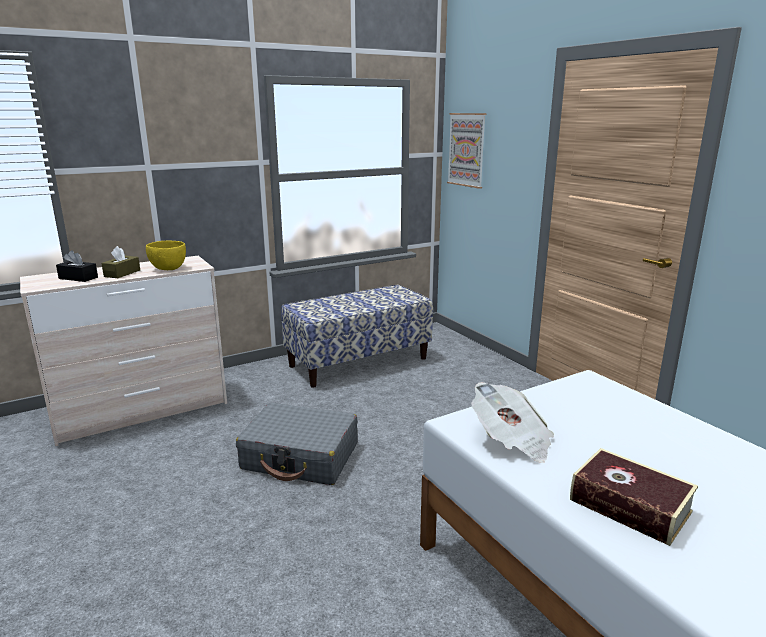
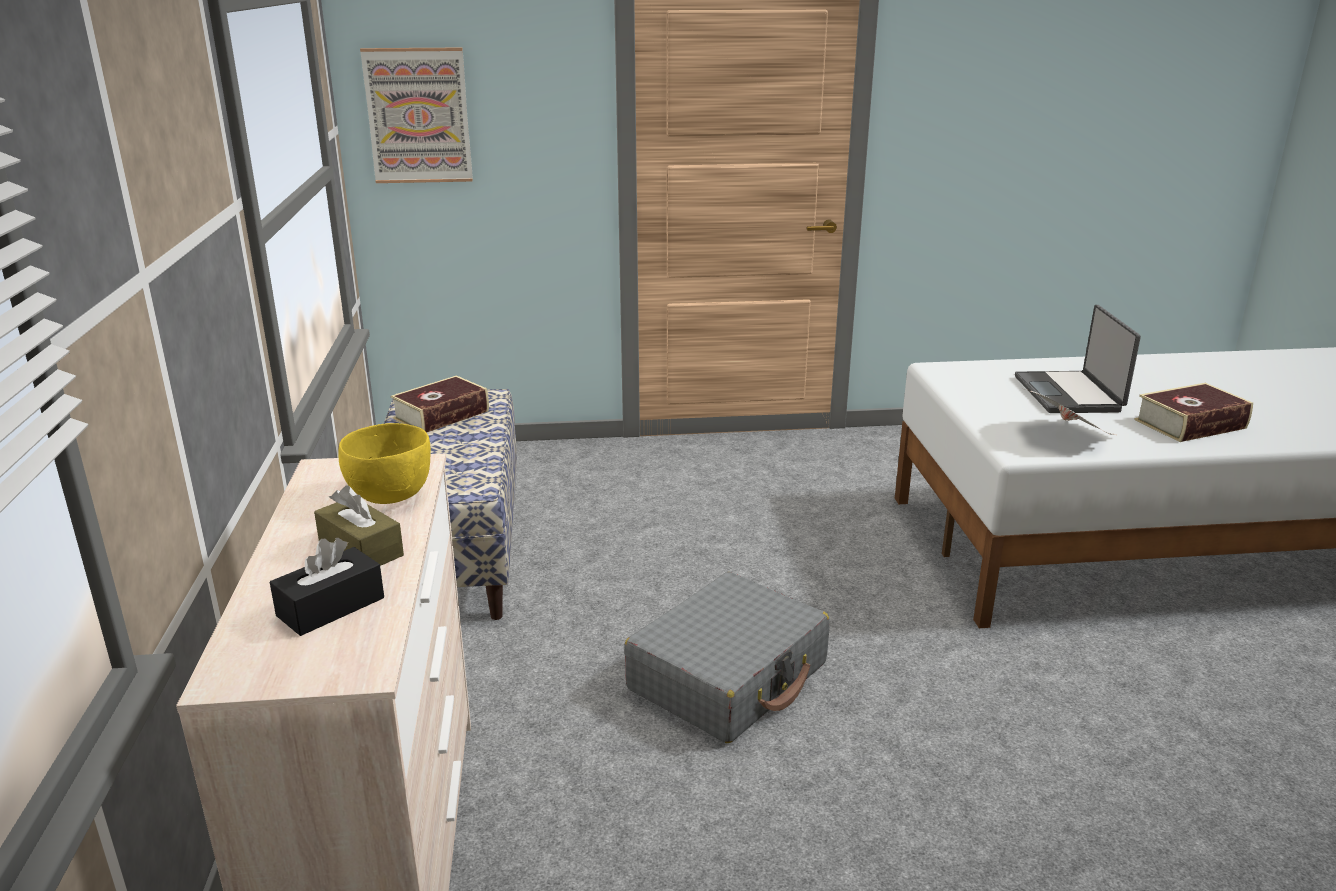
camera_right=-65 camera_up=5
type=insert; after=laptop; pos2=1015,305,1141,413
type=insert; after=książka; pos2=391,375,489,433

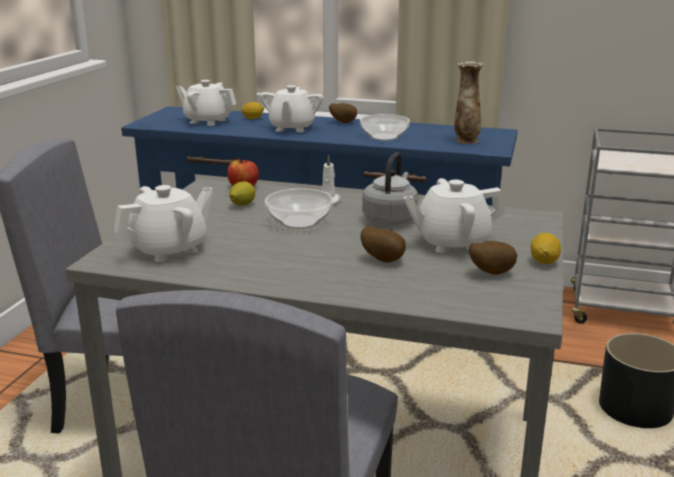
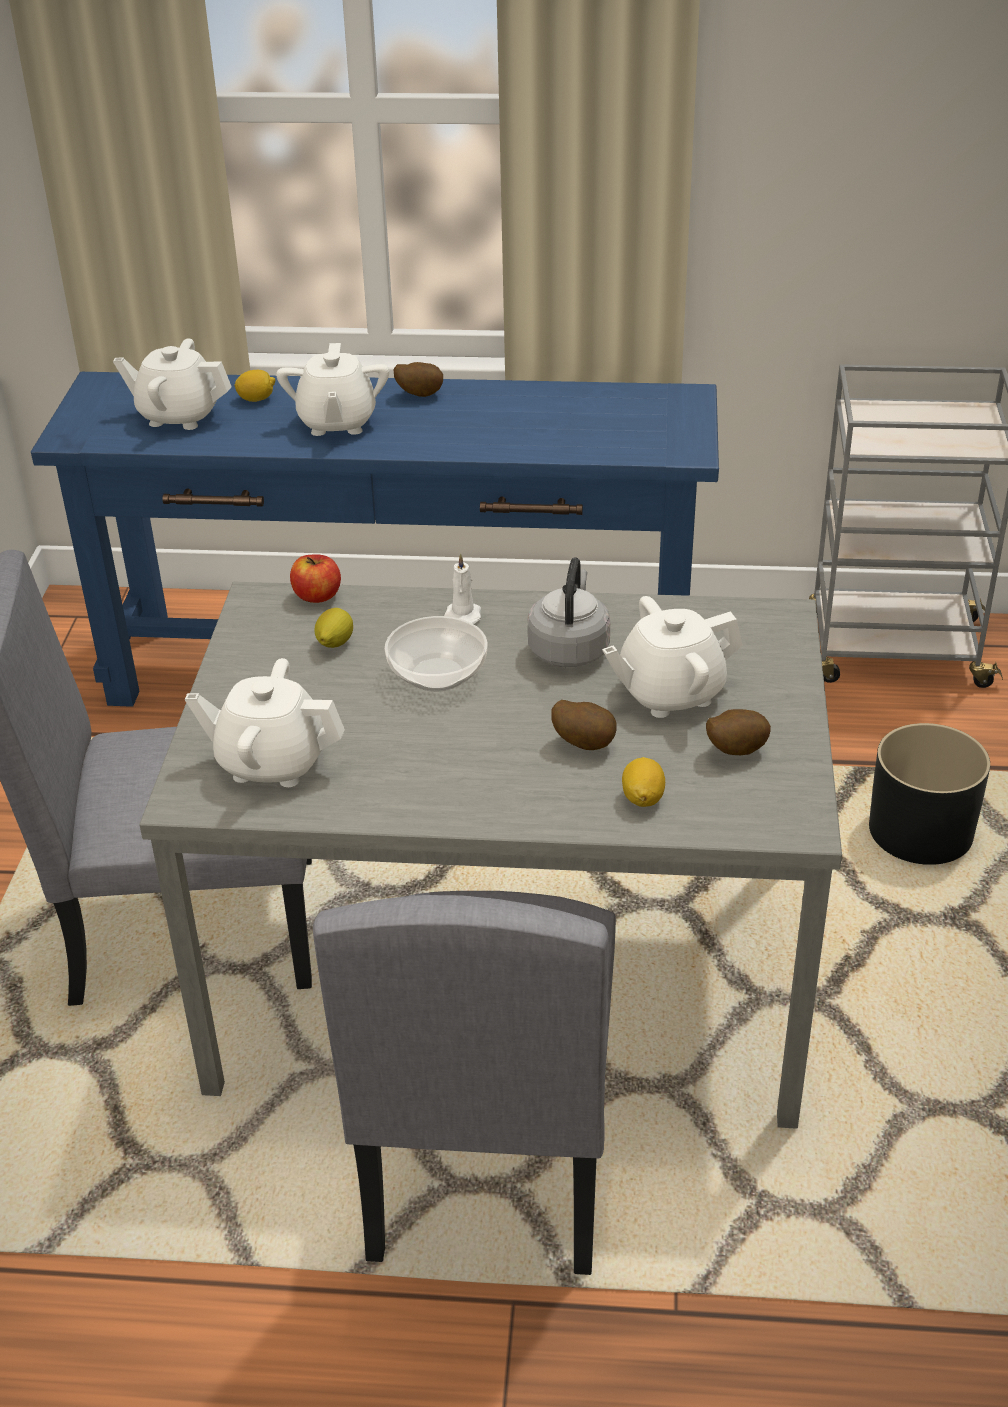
camera_right=-10 camera_up=15
type=delete; before=wazon; pos1=454,61,484,144
type=delete; before=miska; pos1=360,114,410,141
type=rotate; before=imbryk/biały; pos1=114,185,213,262; pos2=185,658,345,787; turn=-120
type=move; before=cytryna; pos1=531,233,561,264; pos2=622,757,665,807

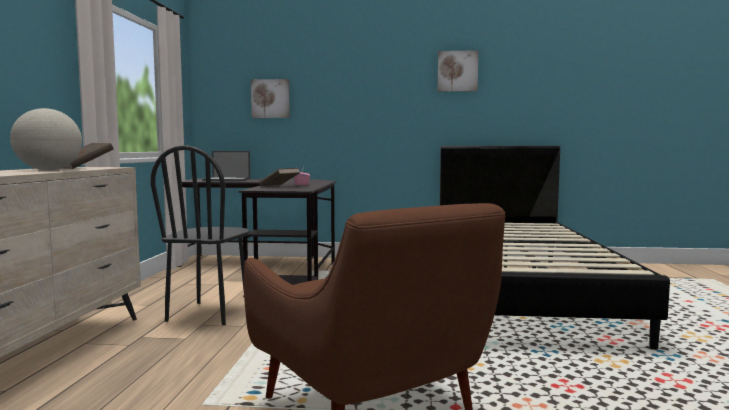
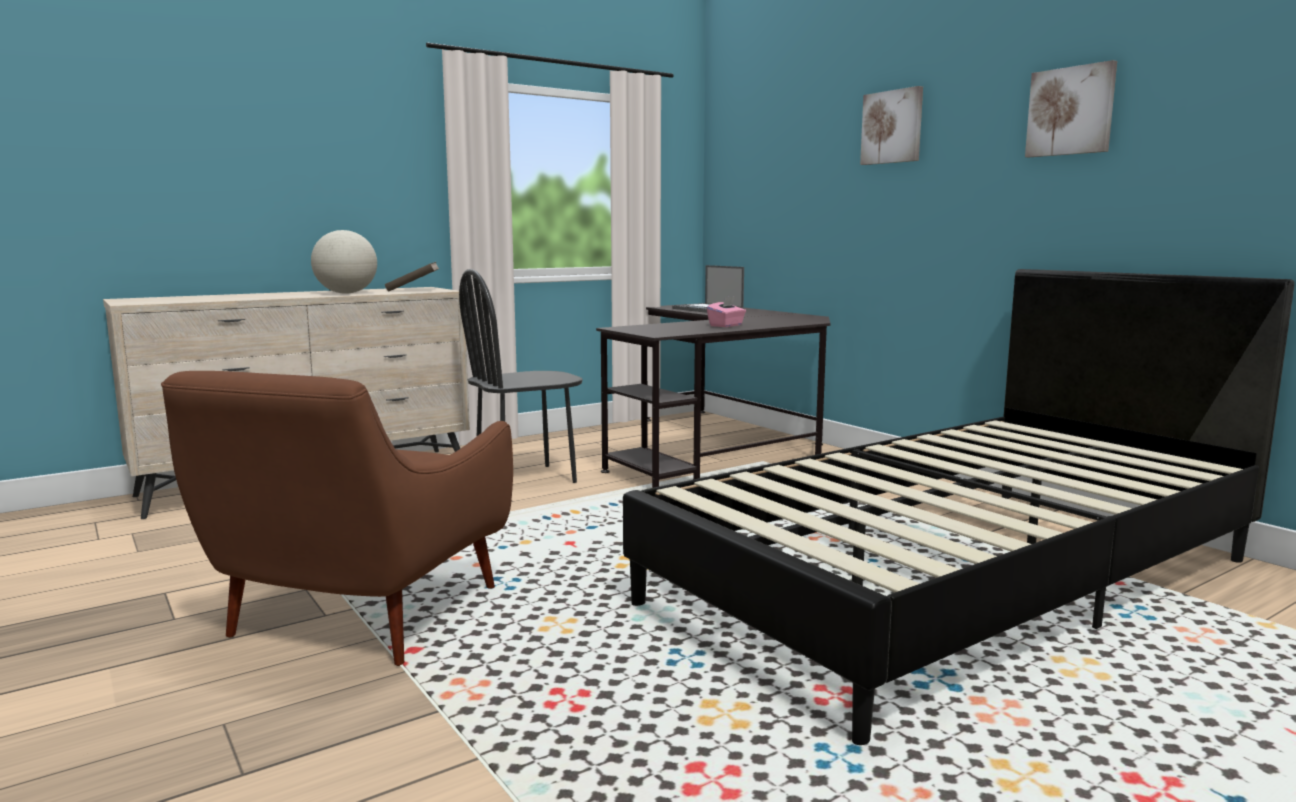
camera_right=50 camera_up=5
type=move; before=obraz; pos1=251,79,290,118; pos2=860,86,923,165
type=delete; before=książka/brązowy; pos1=259,168,300,186

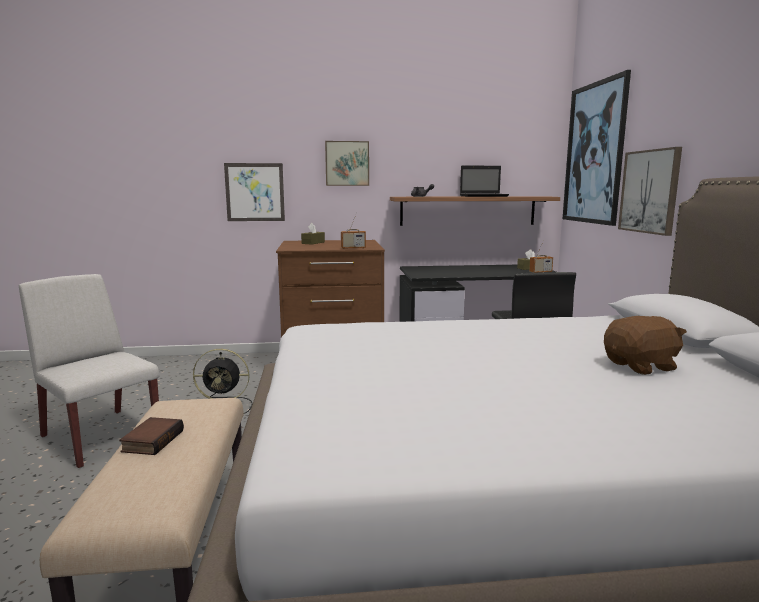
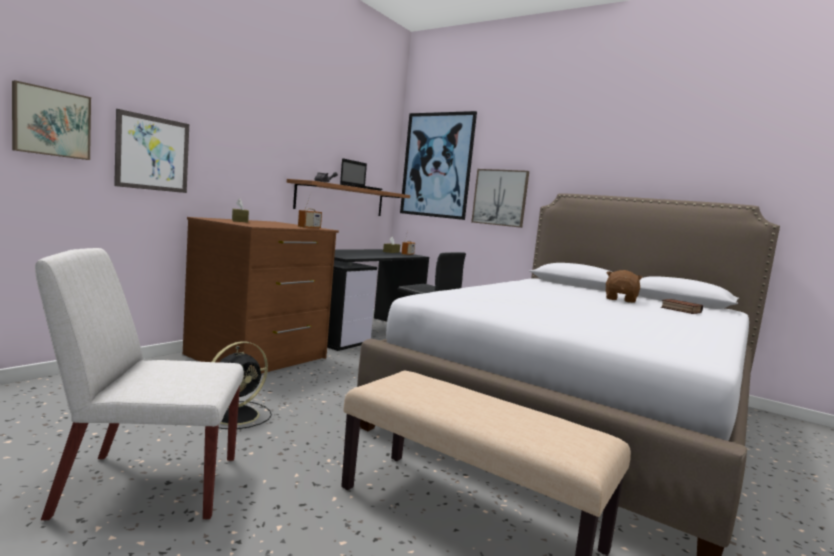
camera_right=-50 camera_up=-5
type=move; before=obraz; pos1=325,141,369,186; pos2=12,80,91,160
type=move; before=książka; pos1=119,417,184,455; pos2=661,299,703,314

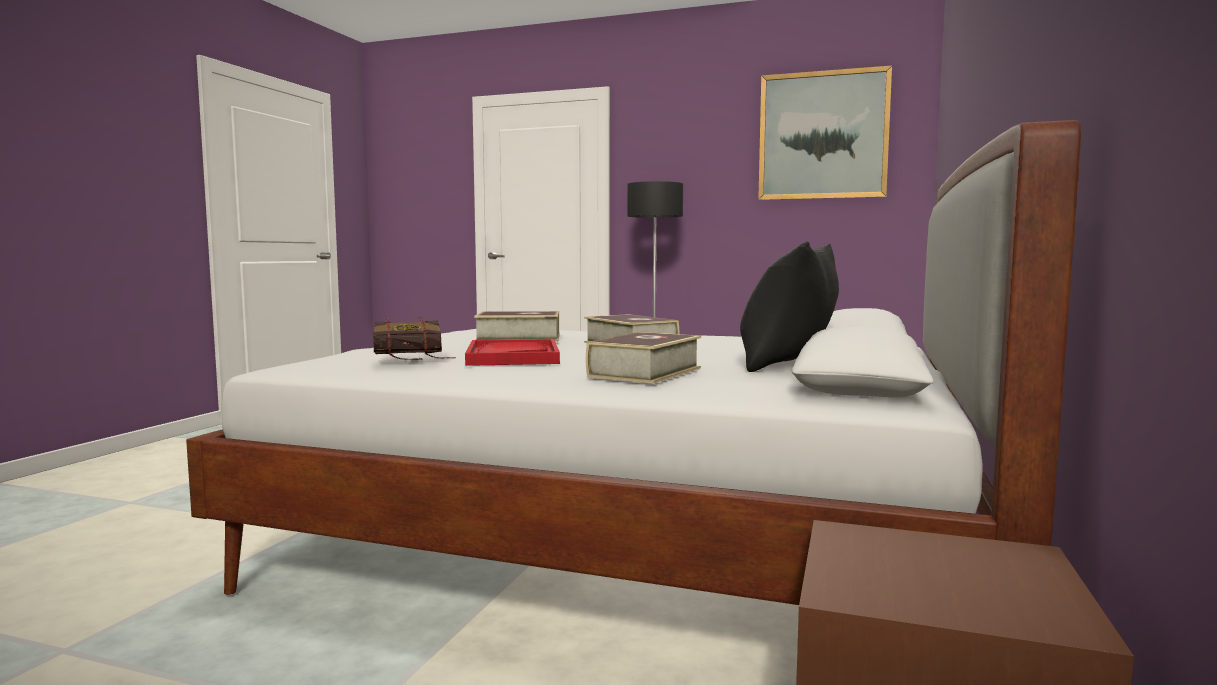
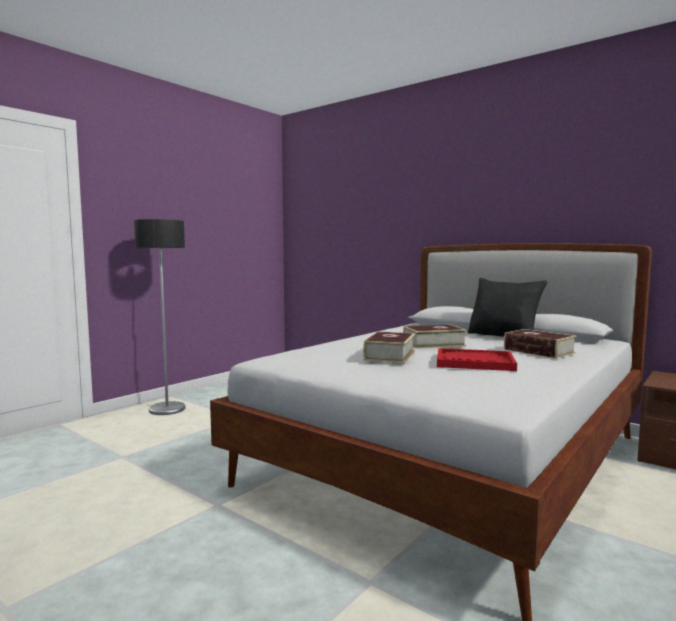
camera_right=-70 camera_up=0
type=delete; before=obraz; pos1=758,66,892,200
type=delete; before=książka; pos1=373,317,456,360

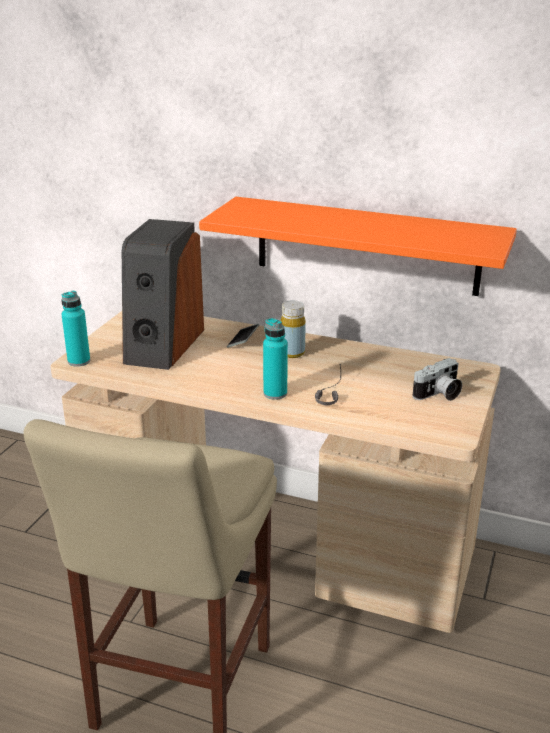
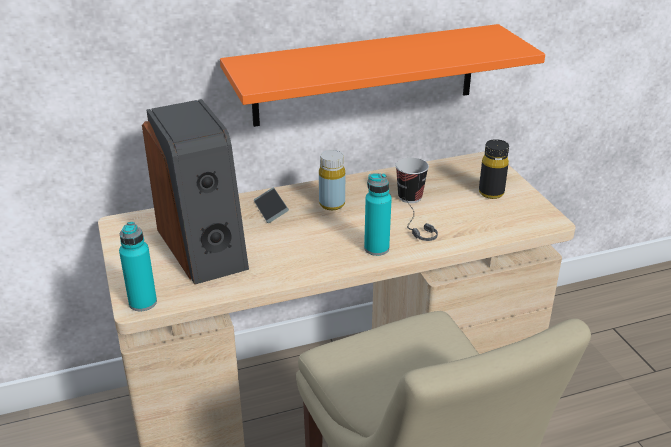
camera_right=-40 camera_up=5
type=replace; before=aparat fotograficzny; after=butelka/czarny; pos1=412,358,462,401; pos2=479,139,509,199
type=insert; after=filiżanka; pos2=395,158,429,203

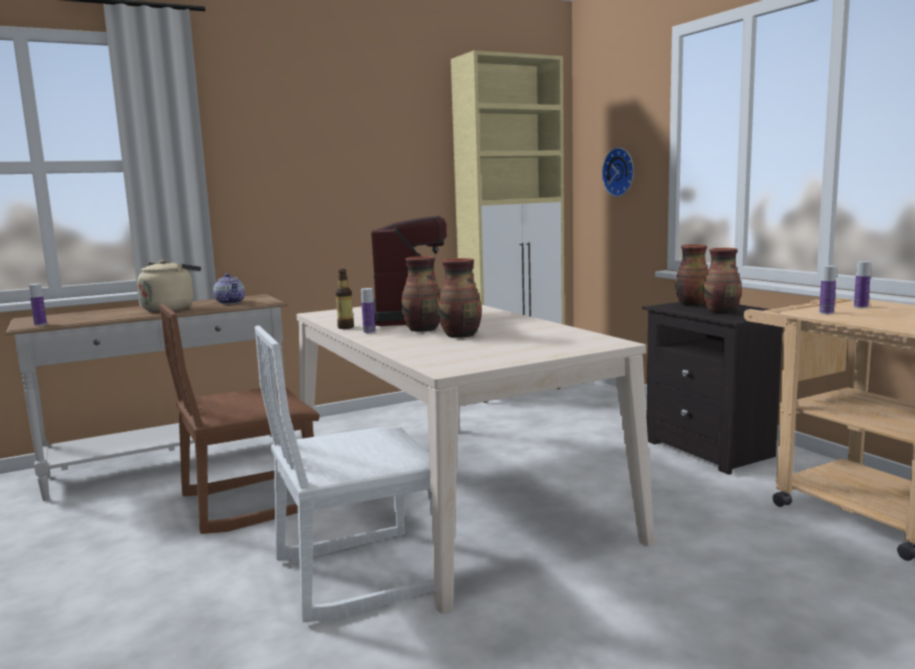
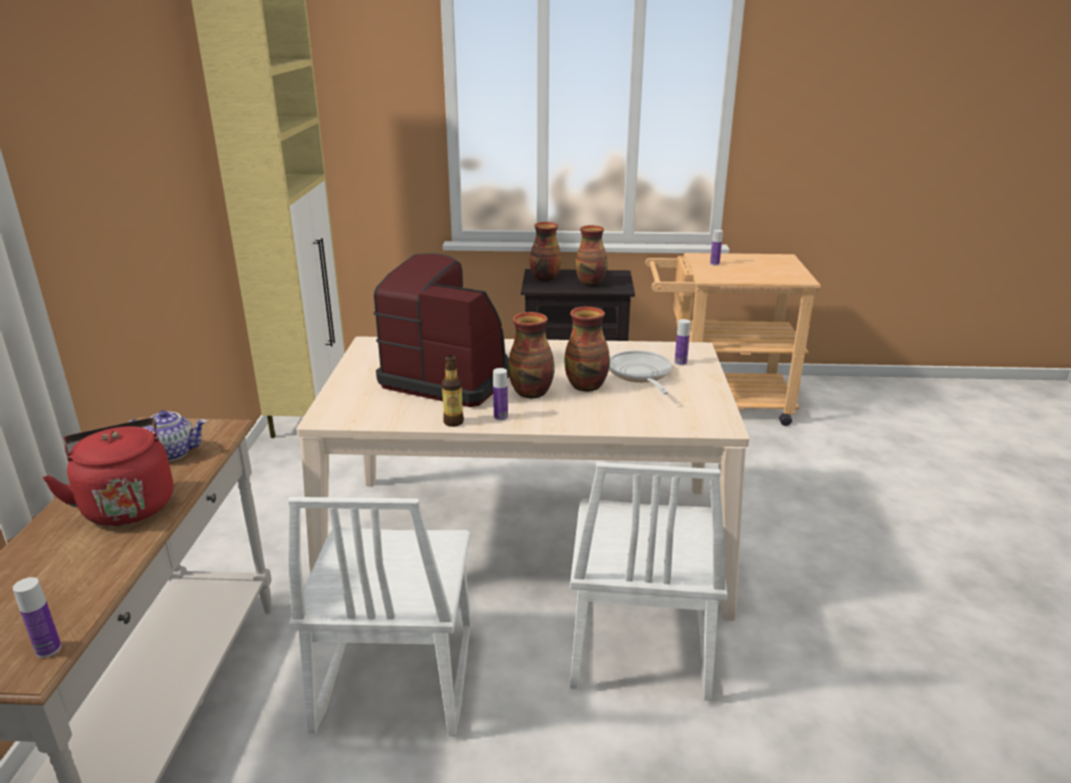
camera_right=-60 camera_up=15
type=delete; before=zegar ścienny; pos1=602,148,634,197
type=recolor; before=czajnik/beżowy; after=czajnik/czerwony; pos1=137,260,201,312; pos2=42,418,173,526
type=move; before=butelka; pos1=819,266,836,314; pos2=674,319,690,365
type=recolor; before=krzesło/brązowy; after=krzesło/biały; pos1=160,303,320,534; pos2=288,497,471,737
type=insert; after=patelnia; pos2=609,350,672,394

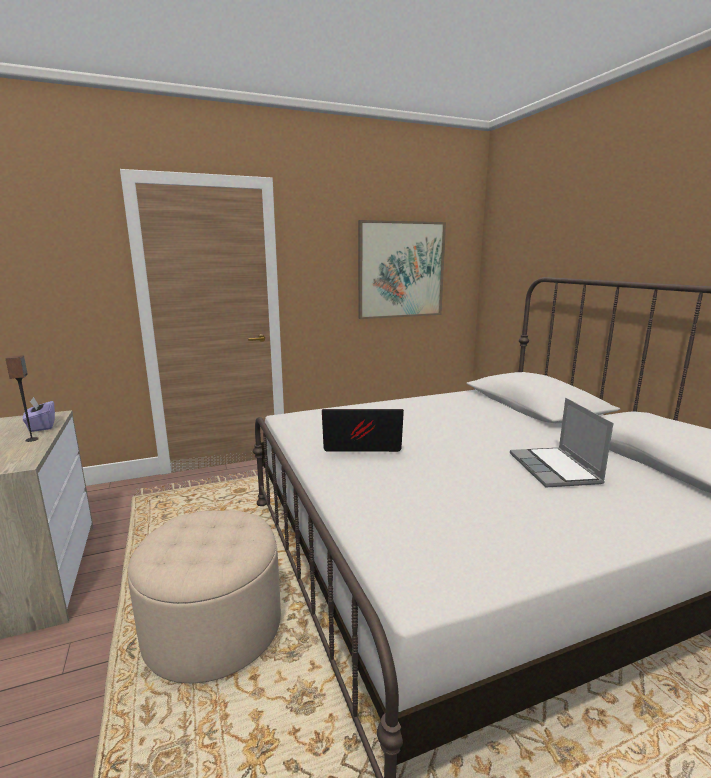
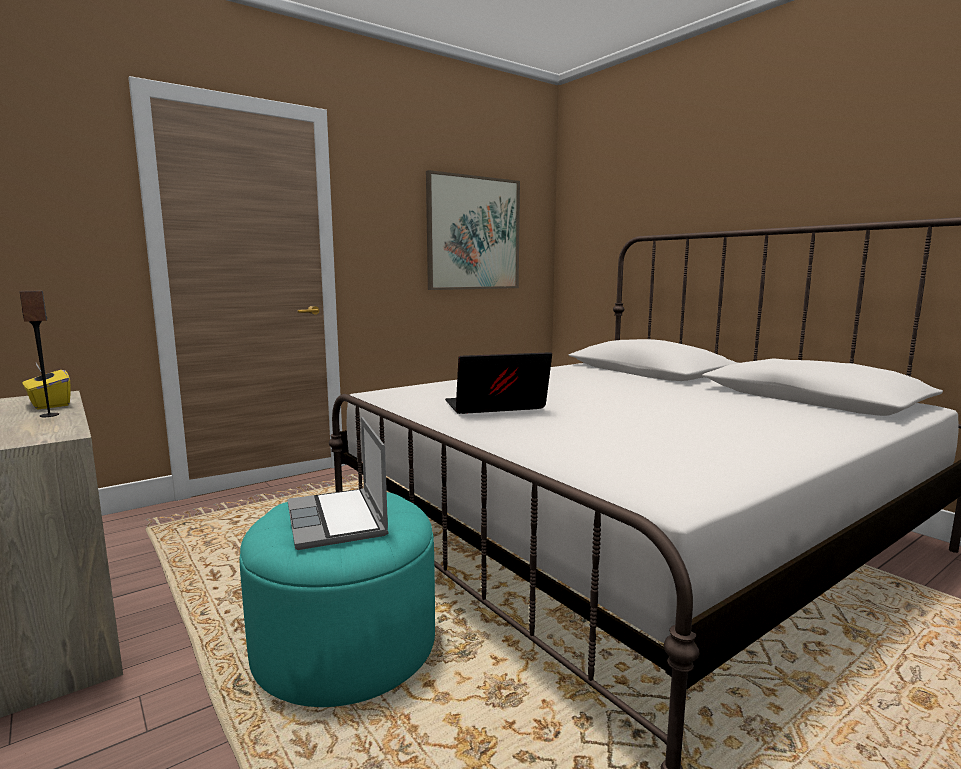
camera_right=-15 camera_up=-5
type=recolor; before=pudełko chusteczek/fioletowy; after=pudełko chusteczek/żółty; pos1=23,397,55,432; pos2=22,363,71,409
type=move; before=laptop; pos1=510,398,613,488; pos2=287,417,388,550
type=recolor; before=pufa/beżowy; after=pufa/turkusowy; pos1=128,510,281,683; pos2=240,492,435,707

